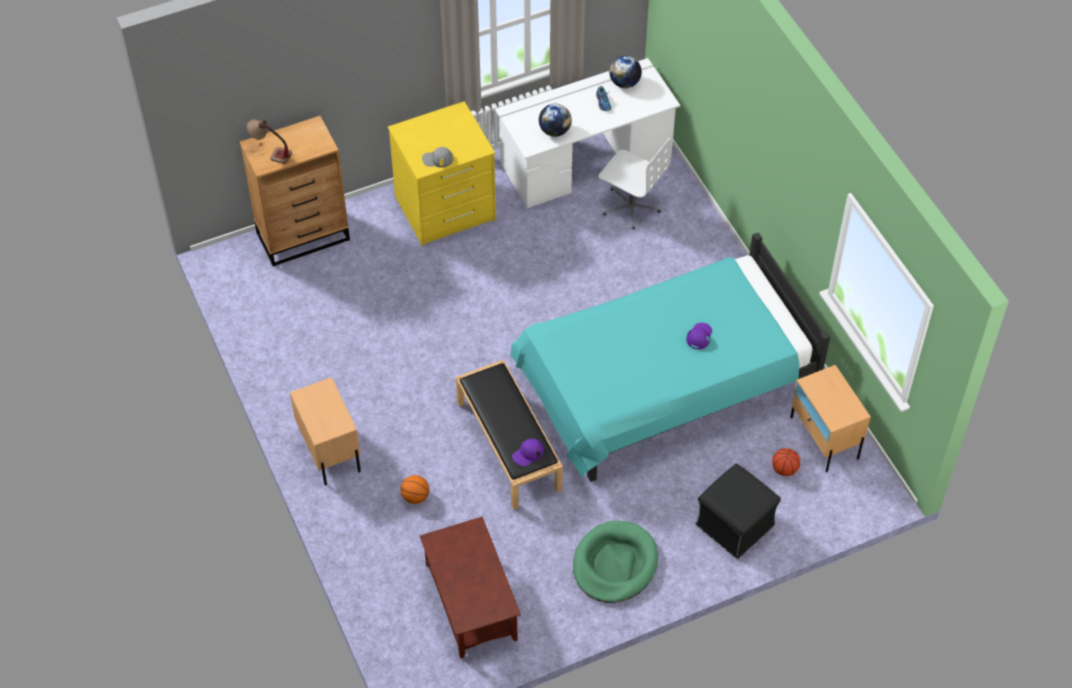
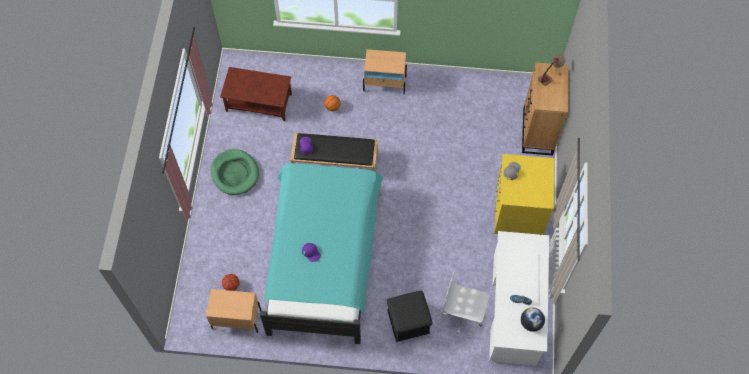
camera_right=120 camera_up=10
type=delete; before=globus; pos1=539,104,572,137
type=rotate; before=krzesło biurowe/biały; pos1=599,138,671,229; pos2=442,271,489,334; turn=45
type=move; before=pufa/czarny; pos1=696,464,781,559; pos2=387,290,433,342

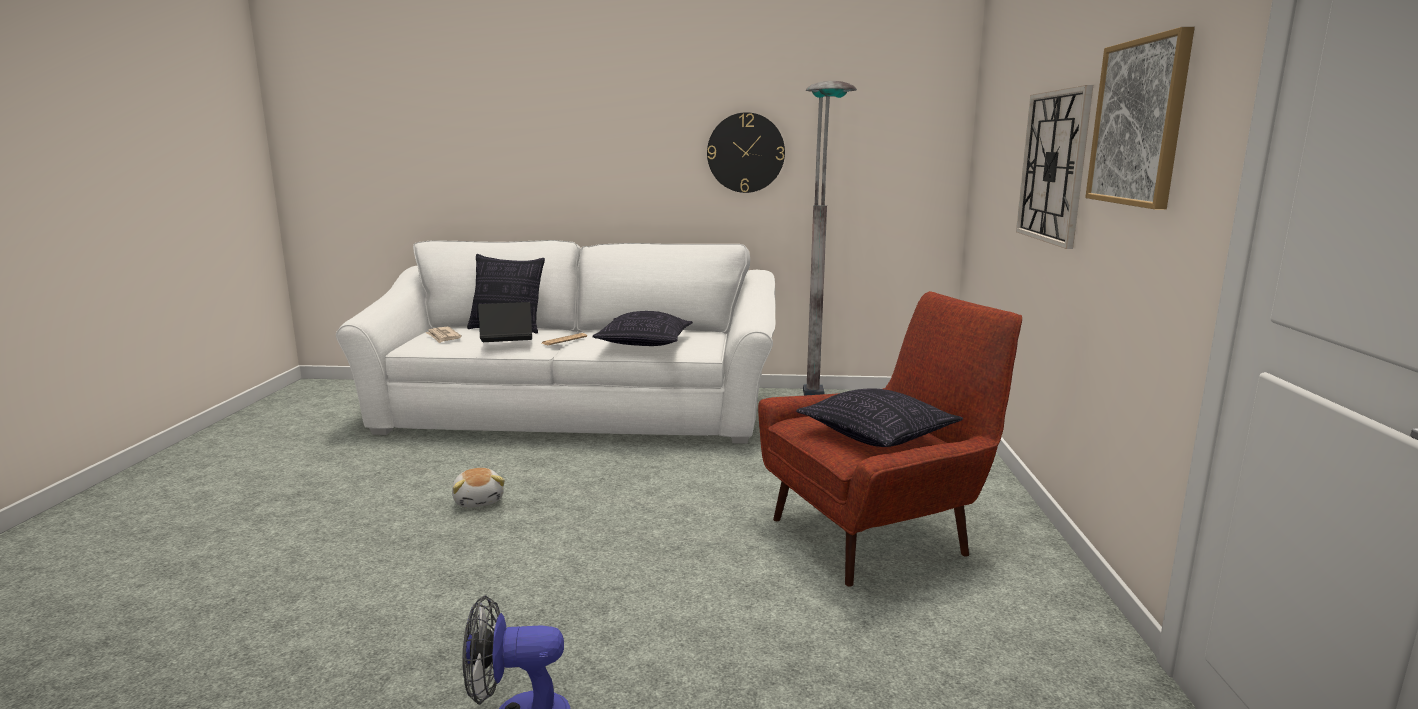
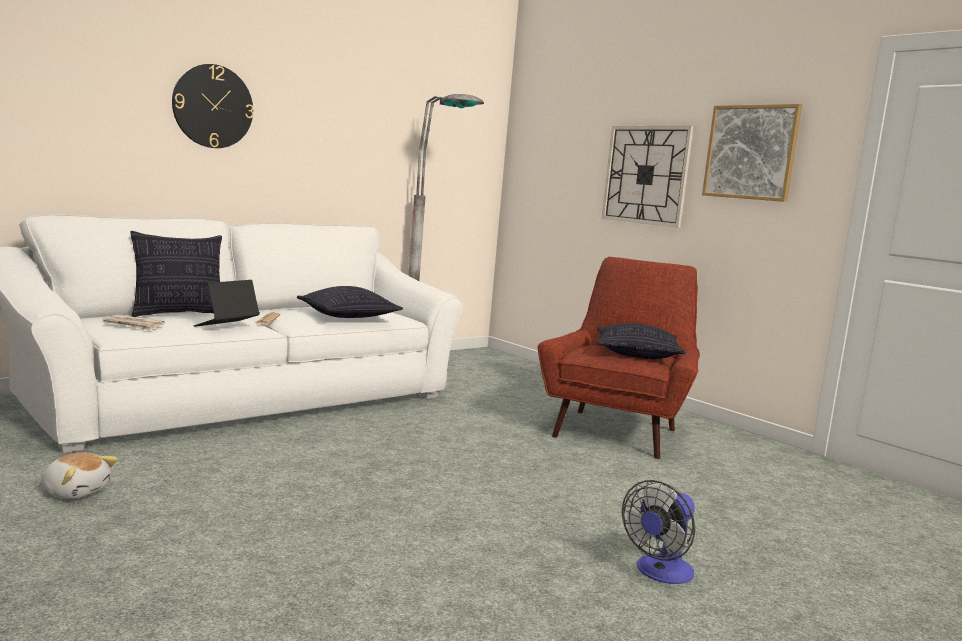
camera_right=-45 camera_up=-5
type=move; before=zegar ścienny; pos1=707,112,785,193; pos2=172,64,254,148
type=move; before=pluszak; pos1=452,468,505,508; pos2=42,452,118,499

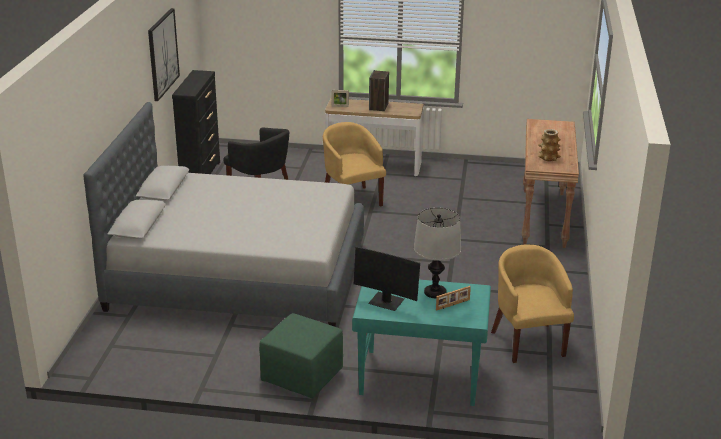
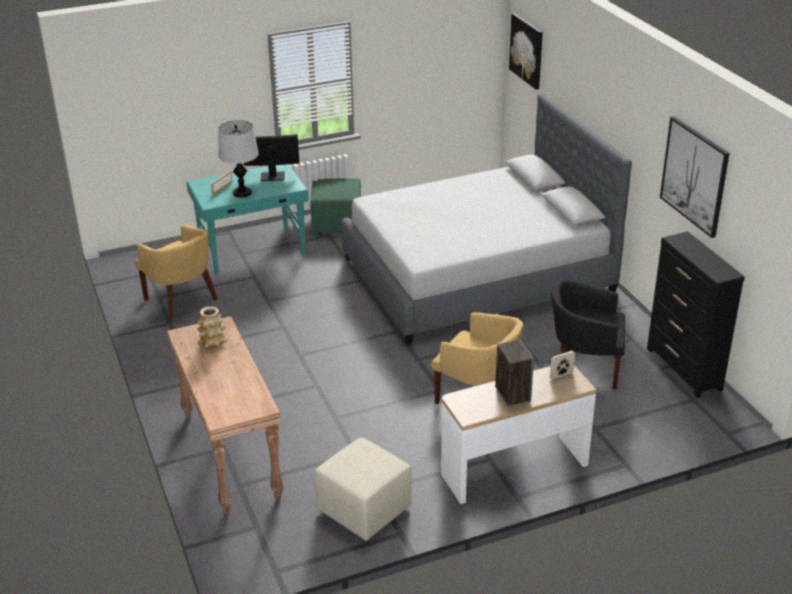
camera_right=150 camera_up=5
type=insert; after=obraz; pos2=509,13,543,90
type=insert; after=pufa/beżowy; pos2=315,438,412,541

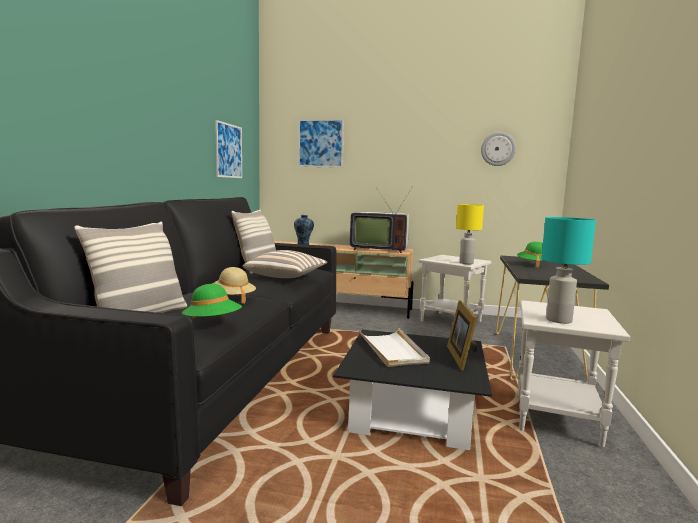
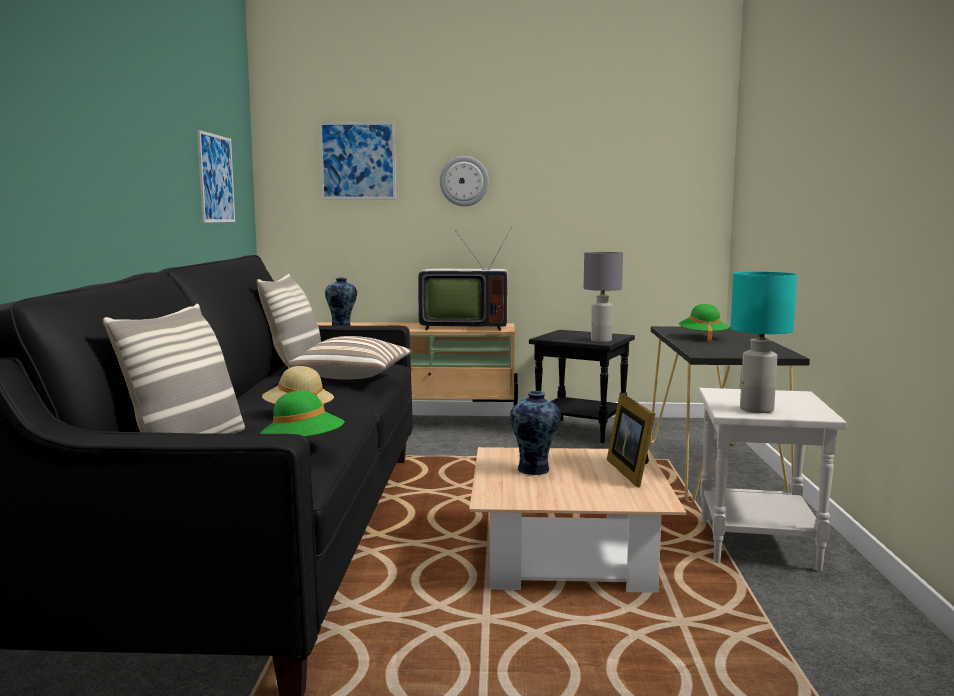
camera_right=-10 camera_up=0
type=move; before=zegar ścienny; pos1=481,132,516,166; pos2=440,156,489,206
type=recolor; before=lampa stołowa/żółty; after=lampa stołowa/szary; pos1=456,204,484,264; pos2=584,252,623,342
type=recolor; before=stolik/biały; after=stolik/czarny; pos1=419,255,491,322; pos2=529,330,635,443
type=replace; before=taca/biały; after=wazon; pos1=358,328,430,367; pos2=510,391,561,475
type=recolor; before=ława/czarny; after=ława/beżowy; pos1=333,330,492,450; pos2=469,447,686,593

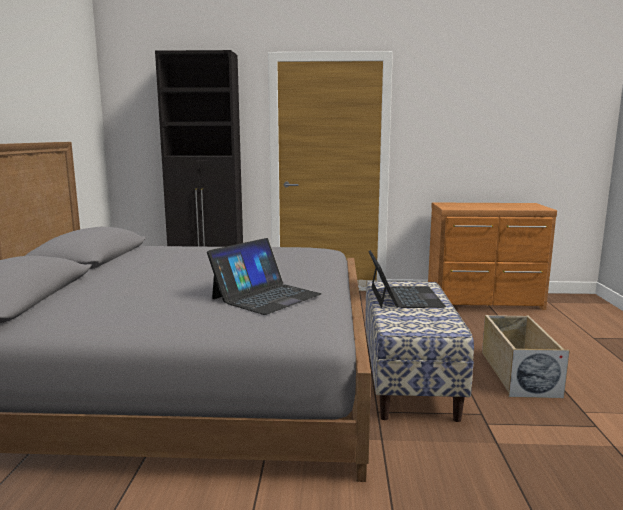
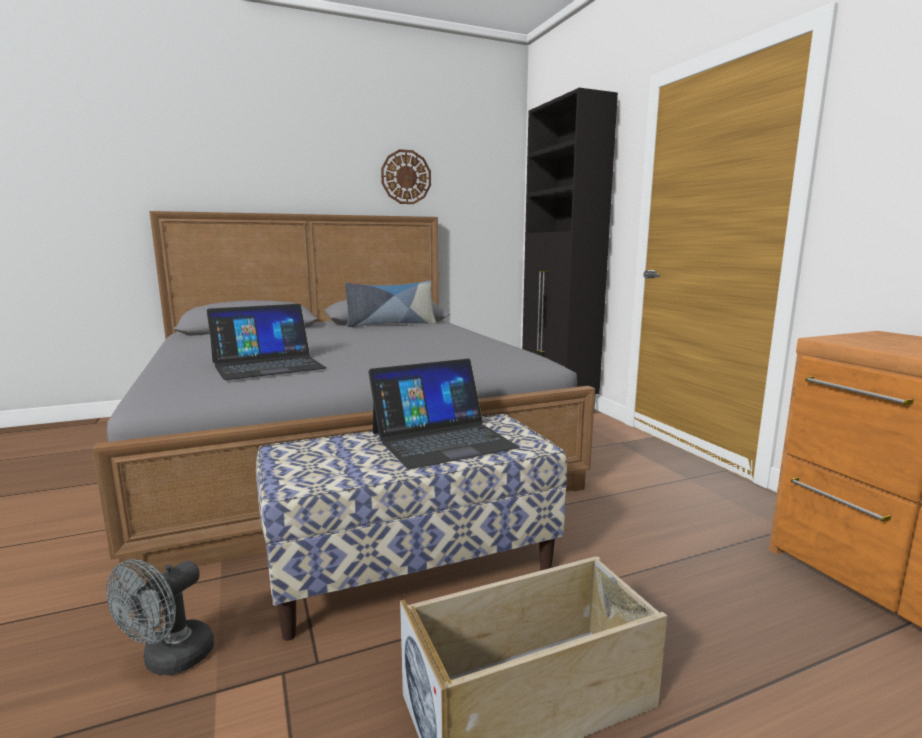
camera_right=65 camera_up=0
type=rotate; before=laptop; pos1=207,238,322,315; pos2=207,304,326,380; turn=-45
type=insert; after=zegar ścienny; pos2=381,149,431,204
type=insert; after=poduszka; pos2=345,280,436,327
type=insert; after=wentylator/szary; pos2=106,559,214,676

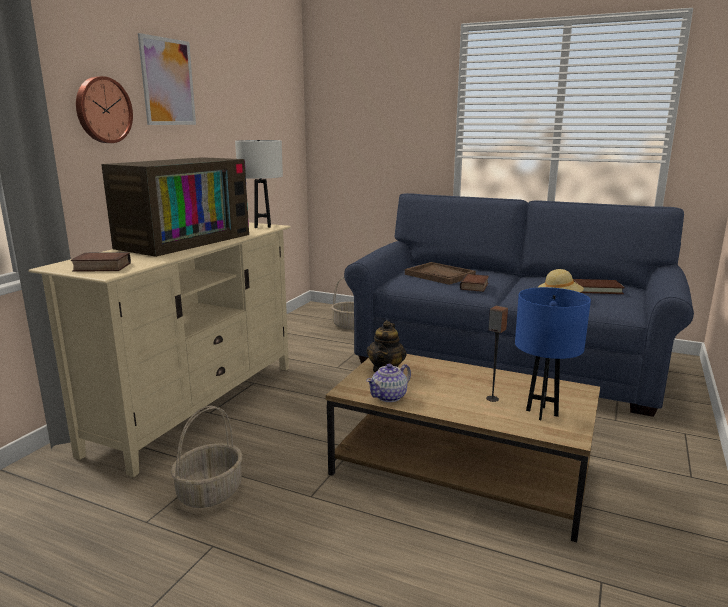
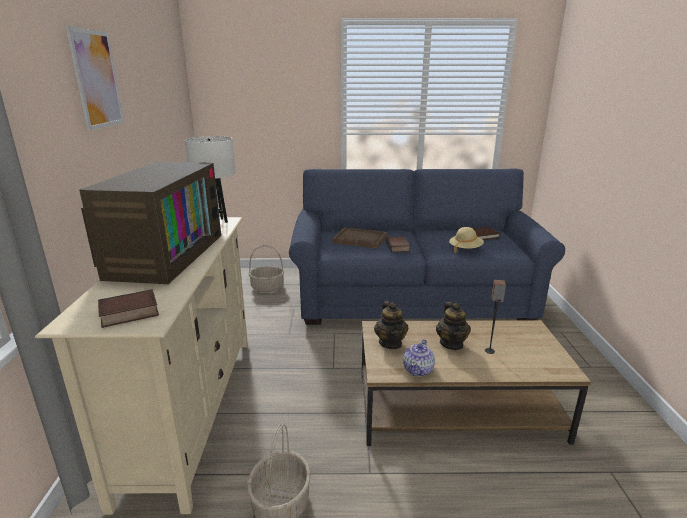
camera_right=-25 camera_up=5
type=delete; before=zegar ścienny; pos1=76,76,133,143
type=delete; before=lampa stołowa/niebieski; pos1=515,287,591,420
type=insert; after=imbryk; pos2=436,302,471,350

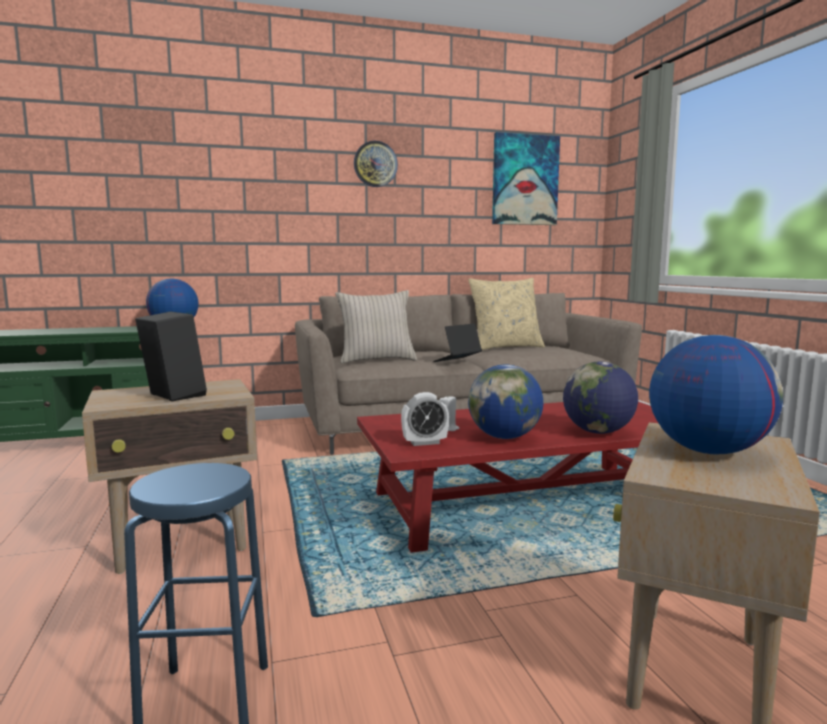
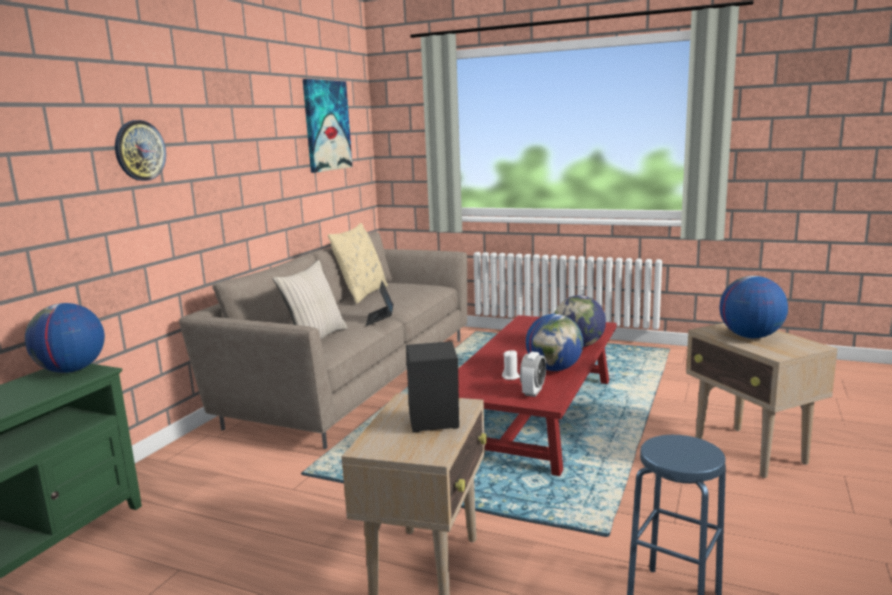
camera_right=-50 camera_up=5
type=move; before=zegar ścienny; pos1=354,141,398,187; pos2=115,120,166,181

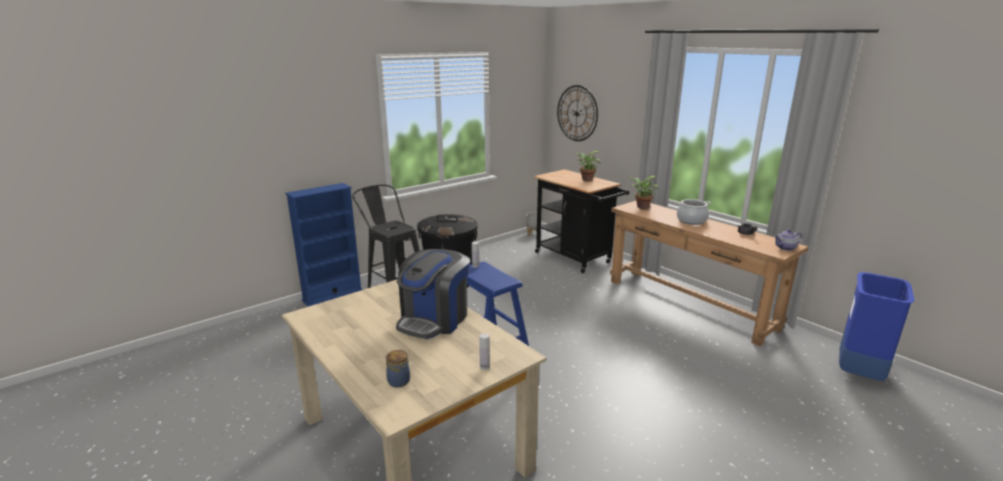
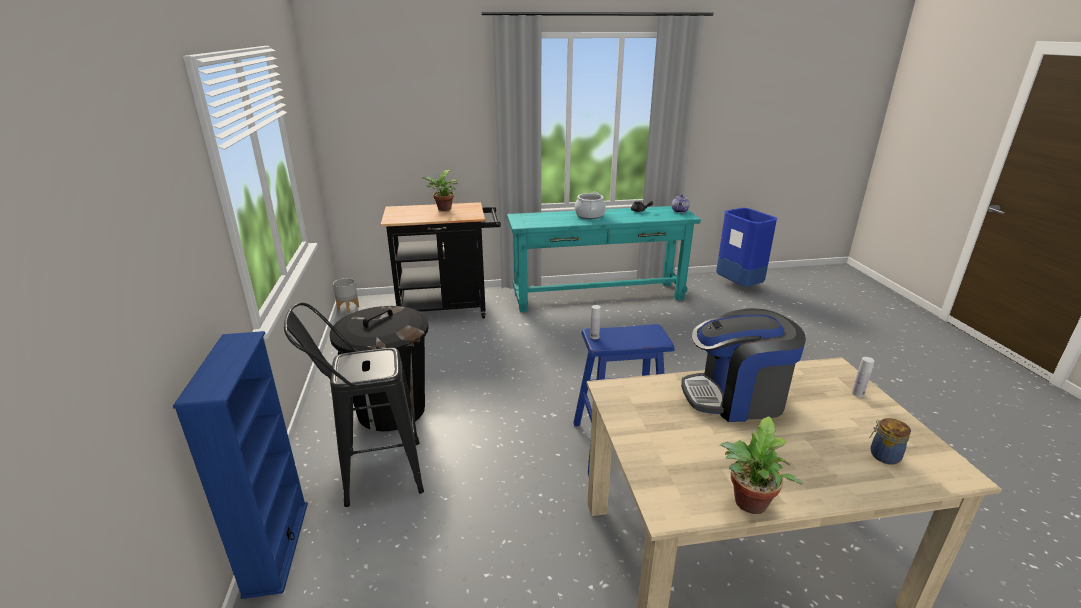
camera_right=-60 camera_up=5
type=delete; before=zegar ścienny; pos1=557,85,598,141
type=move; before=roślina doniczkowa; pos1=629,176,659,209; pos2=720,417,803,514
type=recolor; before=stolik konsolowy/brązowy; after=stolik konsolowy/turkusowy; pos1=610,201,809,346; pos2=507,206,701,312
type=rotate; before=ekspres do kawy; pos1=396,249,470,339; pos2=681,308,806,422; turn=120

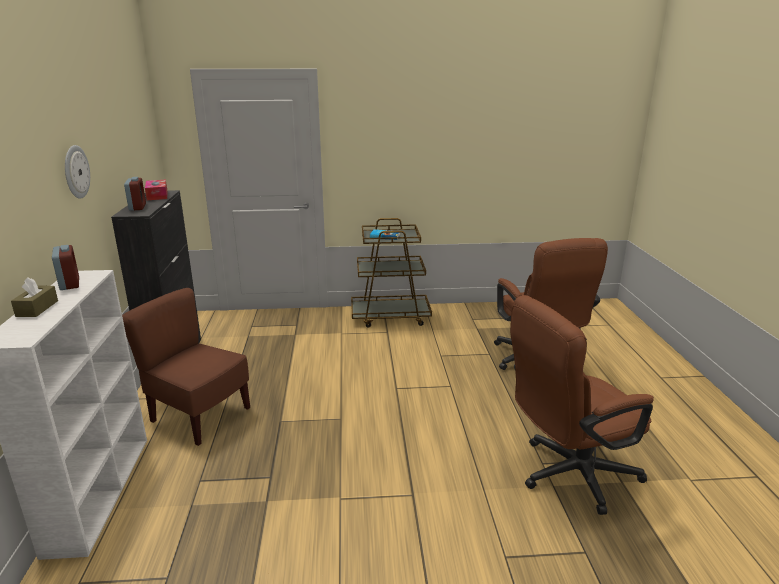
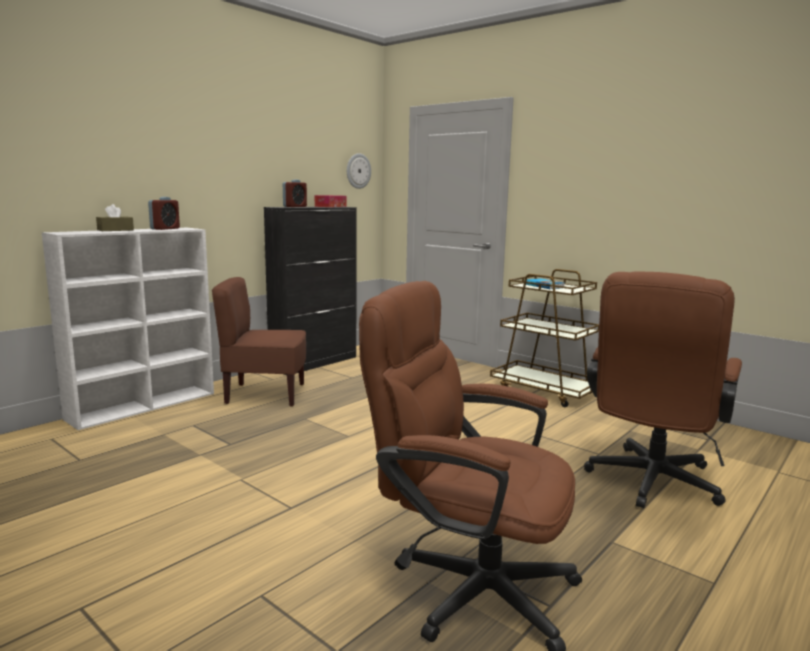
camera_right=45 camera_up=-10
type=move; before=zegar ścienny; pos1=65,145,90,199; pos2=347,153,371,189
type=rotate; before=krzesło/brązowy; pos1=122,288,250,446; pos2=212,277,306,407; turn=-75

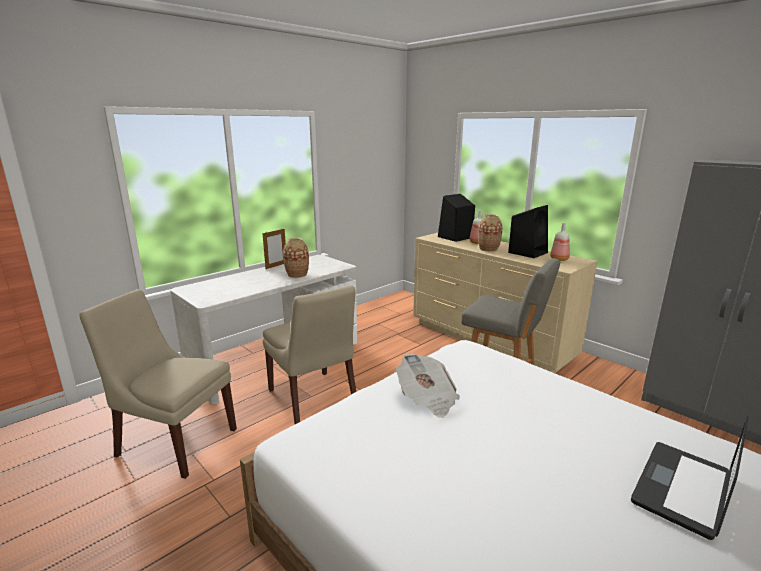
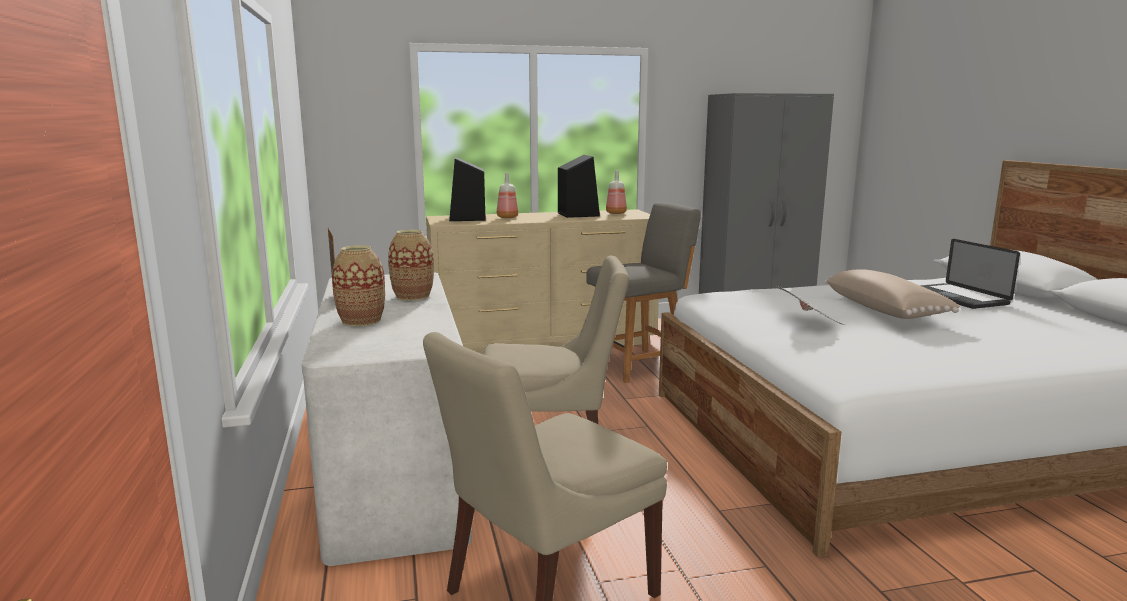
camera_right=-60 camera_up=-5
type=move; before=wazon; pos1=478,214,502,252; pos2=332,245,385,326
type=insert; after=poduszka/beżowy; pos2=825,269,960,319

